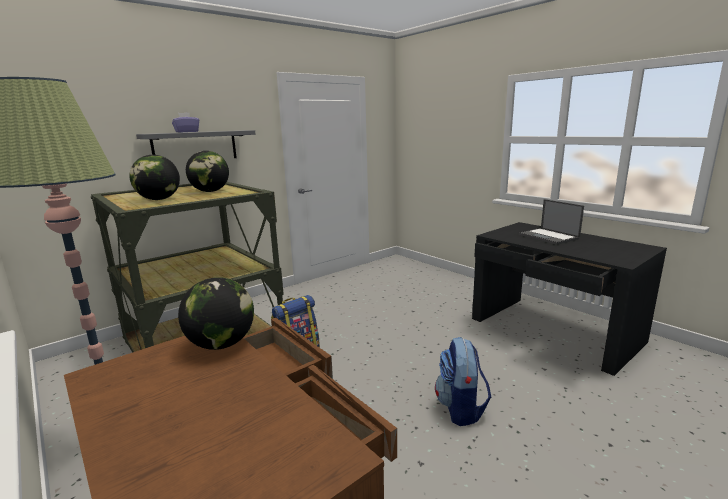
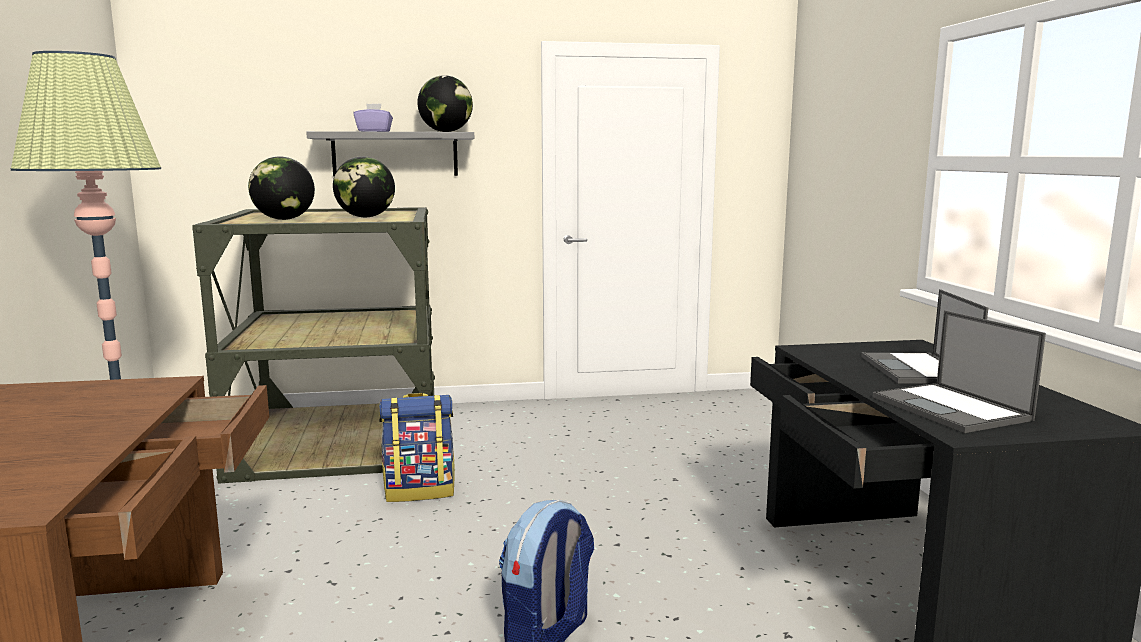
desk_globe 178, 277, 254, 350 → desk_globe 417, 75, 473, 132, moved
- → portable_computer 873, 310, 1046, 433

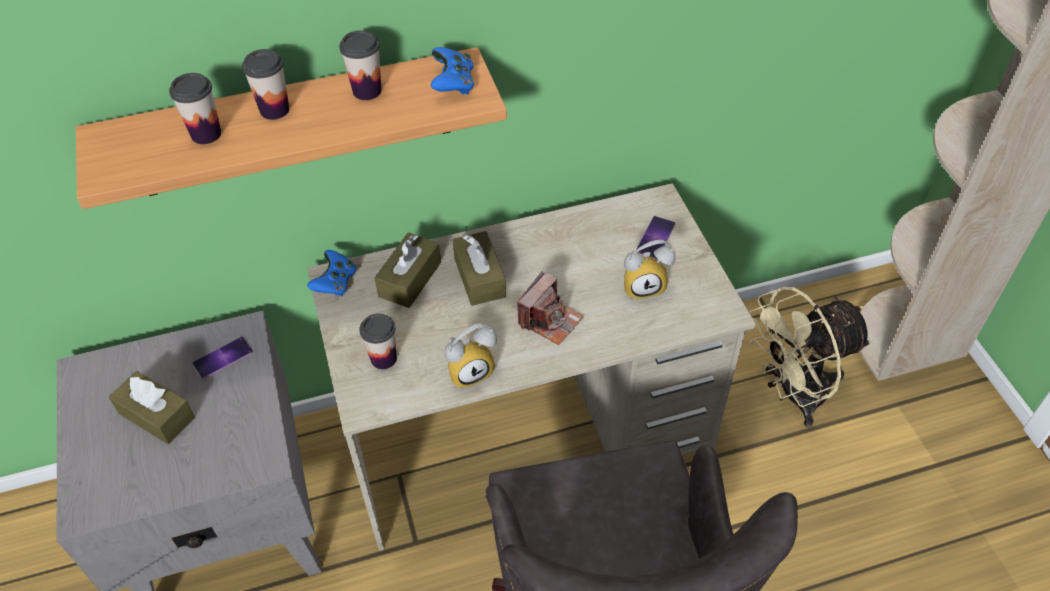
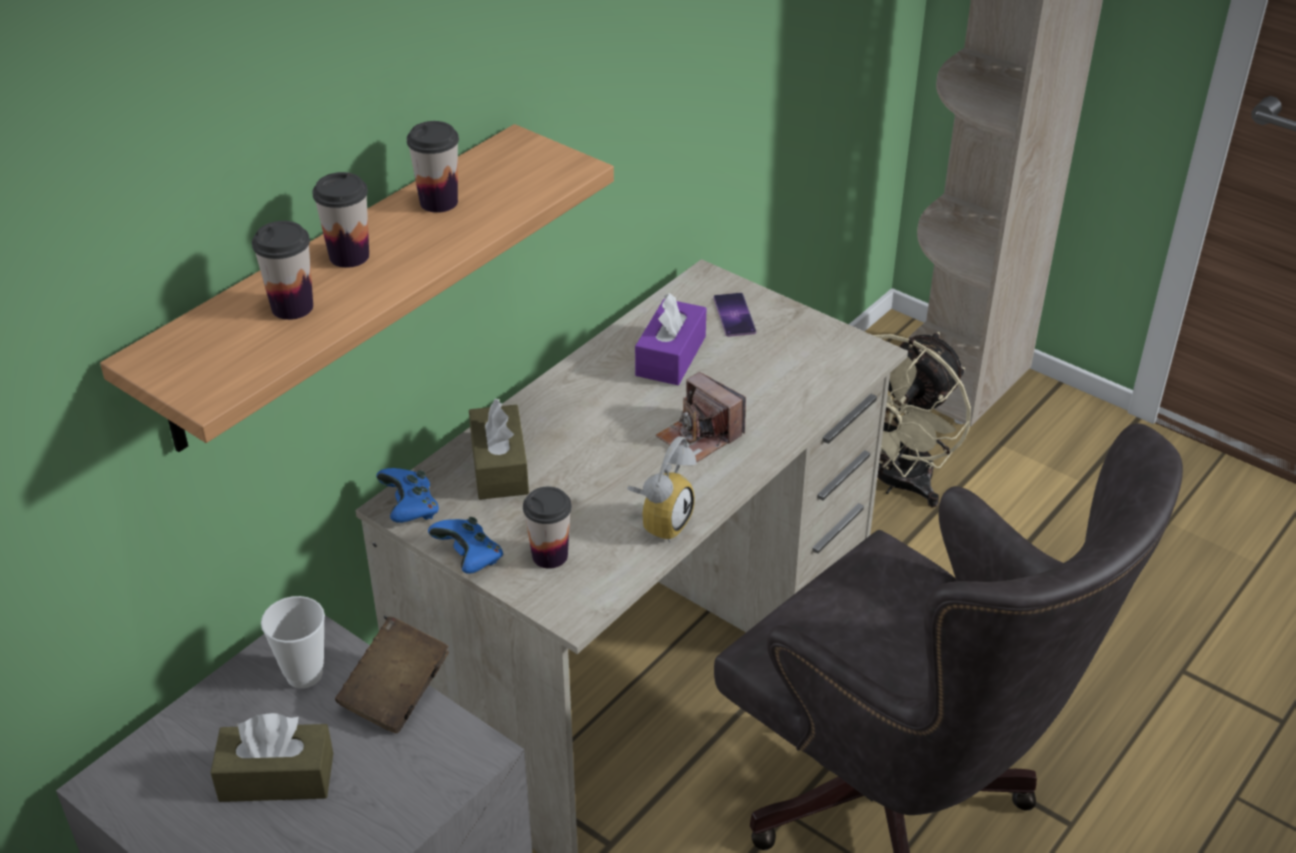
phone 193, 337, 253, 379 → cup 261, 596, 325, 689
bluish_gamepad 431, 47, 474, 95 → bluish_gamepad 428, 517, 503, 574, moved
brownish_box_of_tissues 452, 231, 506, 306 → -
still_camera 517, 271, 584, 345 → still_camera 656, 372, 746, 462, 135 degrees clockwise
alarm_clock 624, 240, 676, 300 → -
- → brownish_book 335, 617, 449, 733
- → purple_box_of_tissues 635, 293, 706, 385

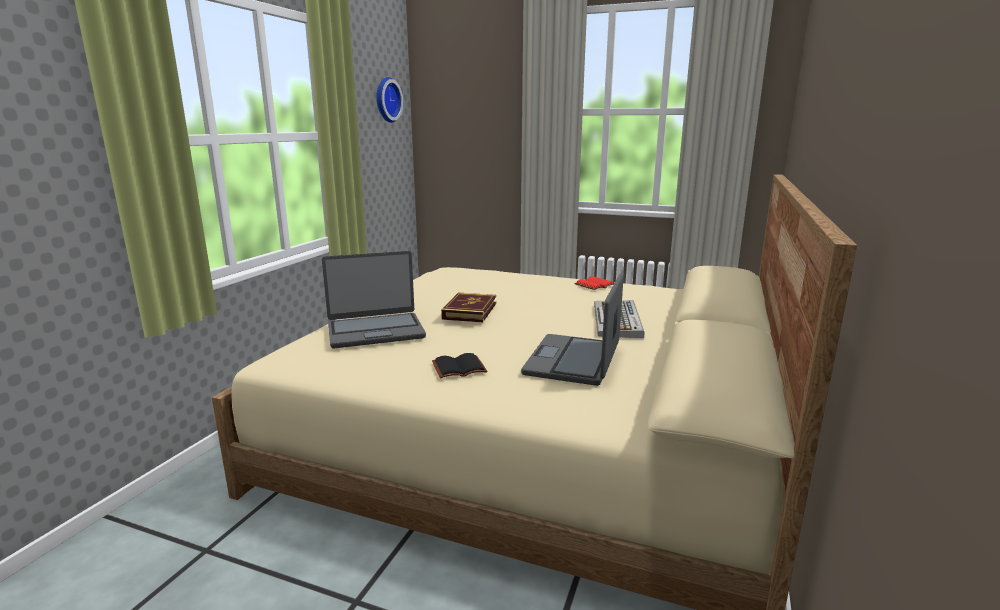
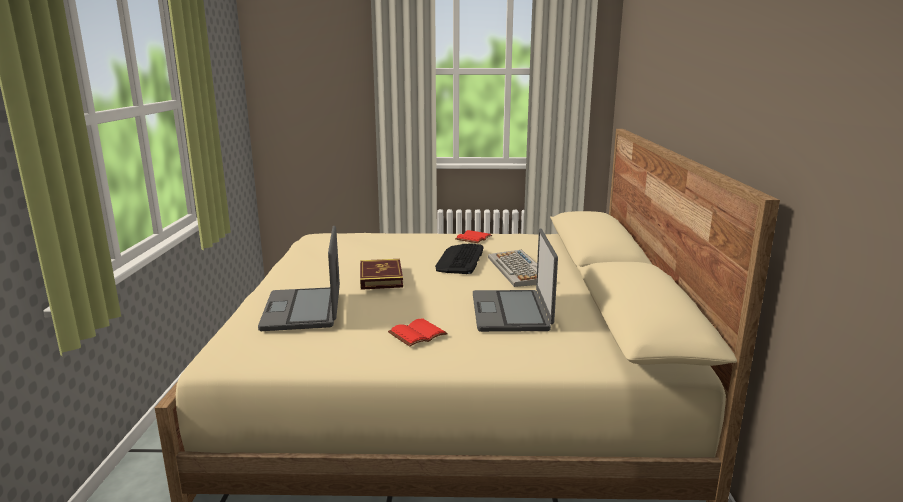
portable_computer 322, 251, 426, 349 → portable_computer 258, 226, 340, 331, 120 degrees clockwise
clock_on_the_wall 376, 77, 403, 123 → -
black-coloured_book 432, 353, 487, 378 → red_book 388, 319, 448, 346
- → computer_keyboard 435, 244, 484, 274

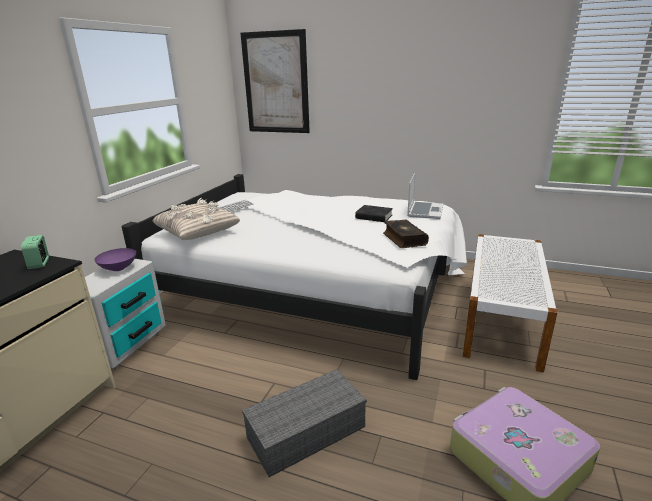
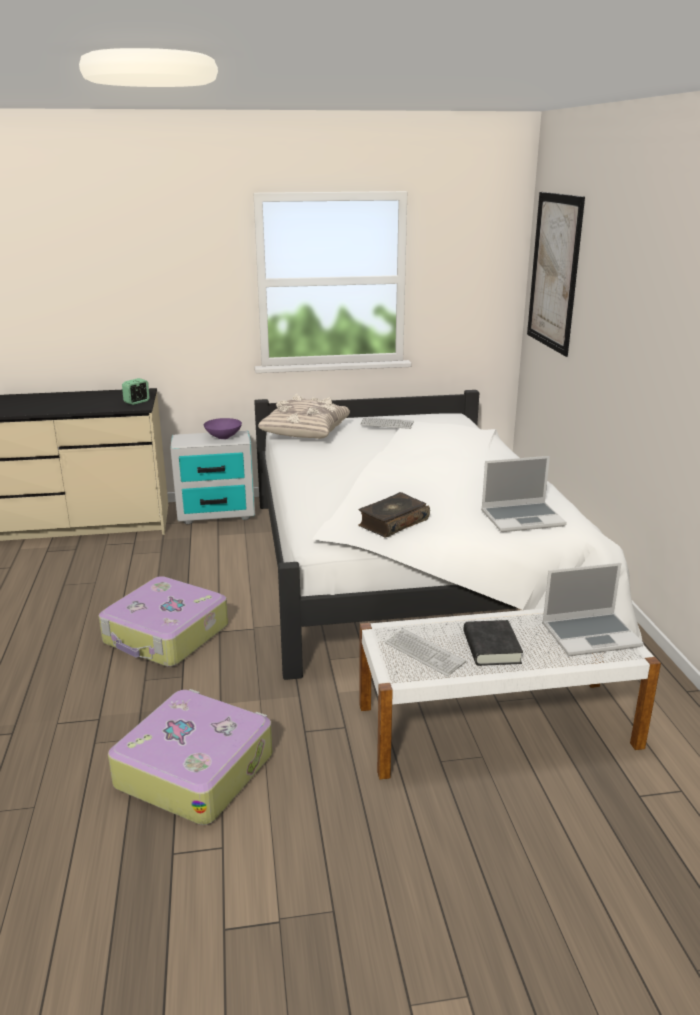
grey_storage_container 242, 369, 367, 477 → travel_case 99, 576, 228, 667
black-coloured_book 355, 205, 393, 222 → black-coloured_book 464, 620, 523, 666, moved
- → computer_keyboard 385, 629, 466, 676
- → portable_computer 542, 563, 644, 656

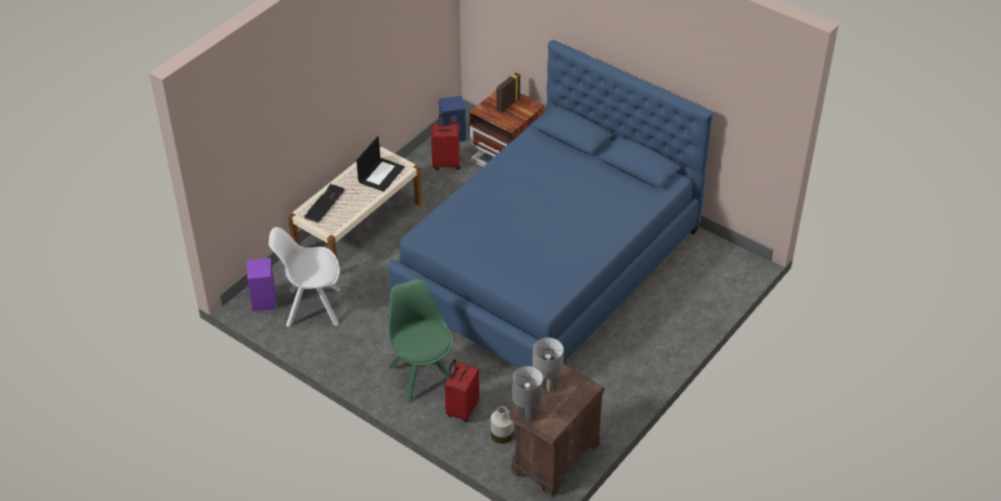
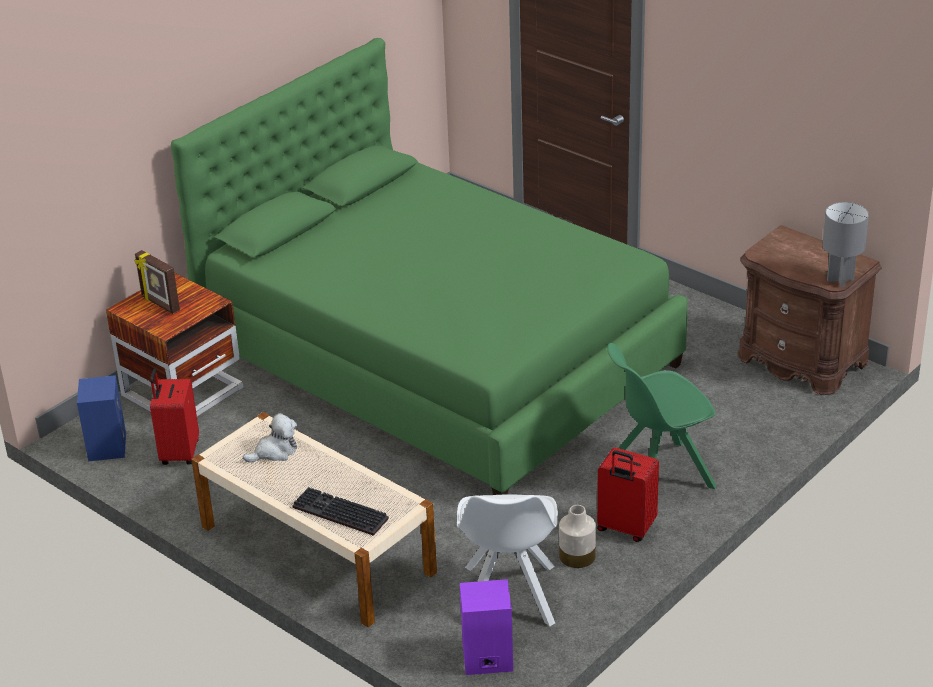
portable_computer 356, 136, 405, 192 → cuddly_toy 243, 413, 297, 463
bluish_bed 388, 40, 713, 368 → green-coloured_bed 171, 38, 688, 495
red_travel_case 445, 359, 479, 422 → red_travel_case 597, 447, 659, 542, moved
beige-coloured_decorative_vase 491, 406, 514, 444 → beige-coloured_decorative_vase 559, 505, 596, 568, moved
grey_tabletop_lamp 532, 338, 564, 394 → -

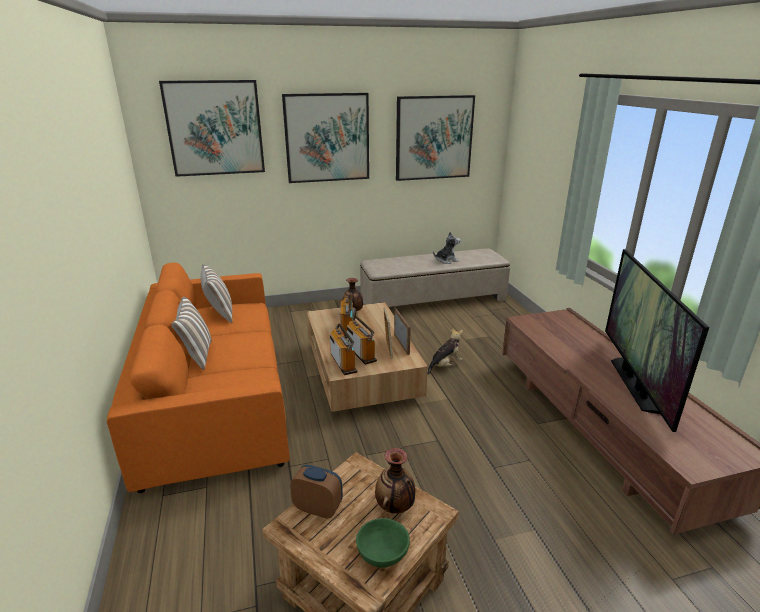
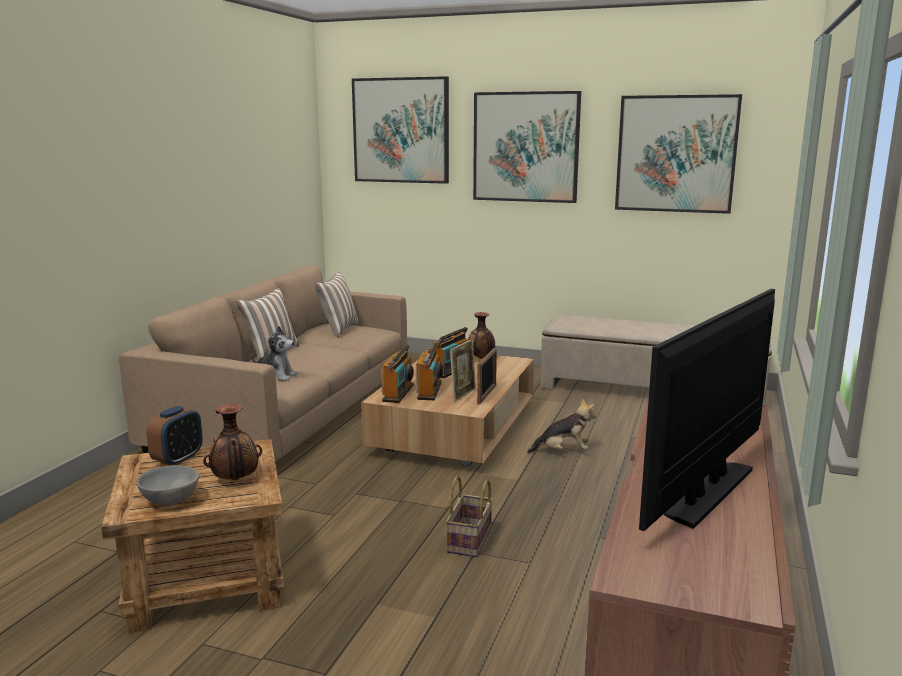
orangey_sofa 107, 263, 290, 493 → beige-coloured_sofa 119, 266, 408, 464
alarm_clock 290, 465, 343, 518 → alarm_clock 146, 406, 203, 466, 60 degrees clockwise
green-coloured_bowl 356, 518, 410, 568 → grey_bowl 136, 465, 199, 506
cuddly_toy 433, 232, 460, 264 → cuddly_toy 250, 326, 297, 381, moved
- → basket 446, 476, 493, 557

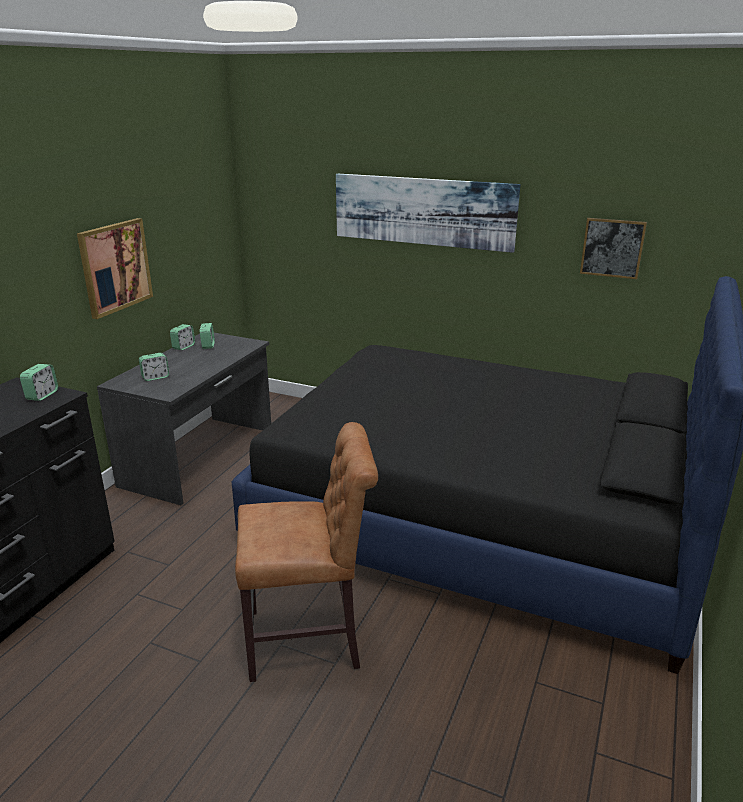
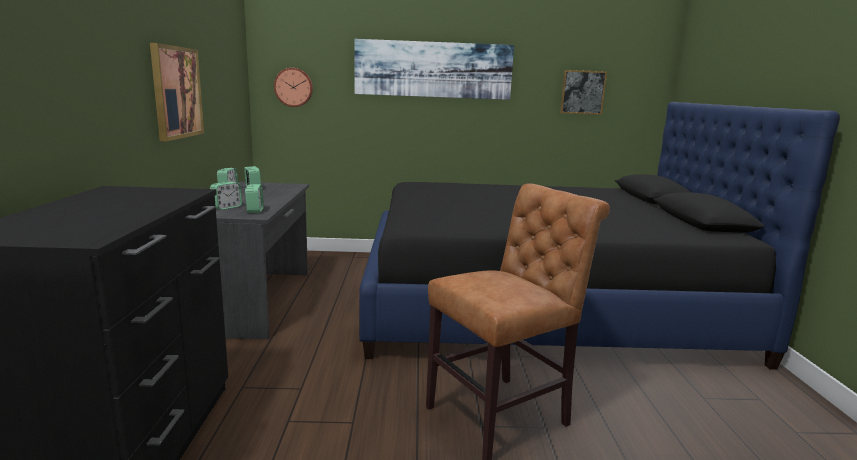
alarm_clock 20, 364, 58, 401 → alarm_clock 245, 184, 264, 213, moved
- → clock_on_the_wall 274, 68, 313, 107

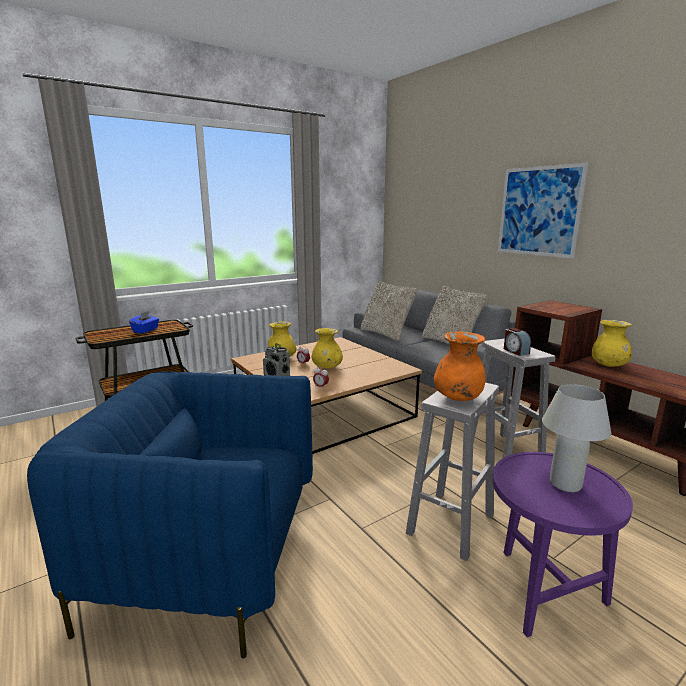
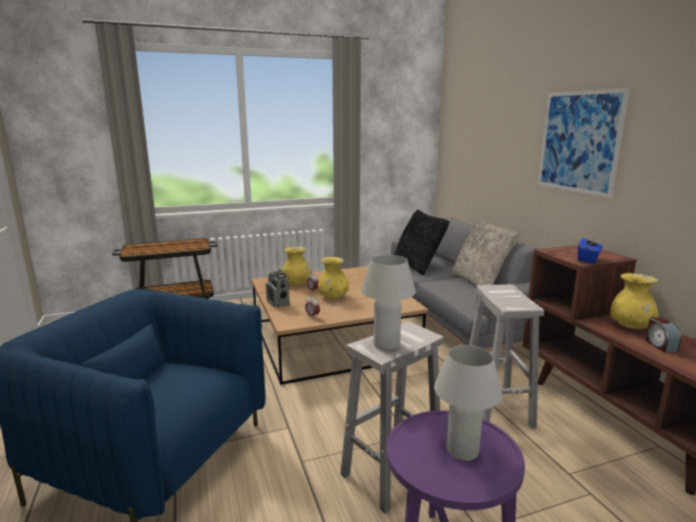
bluish_box_of_tissues 129, 311, 159, 334 → bluish_box_of_tissues 578, 236, 603, 263, moved
beige-coloured_throw_pillow 361, 281, 418, 341 → black-coloured_throw_pillow 394, 210, 450, 275
orangey_decorative_vase 434, 331, 486, 401 → white-coloured_tabletop_lamp 361, 255, 416, 350
alarm_clock 504, 328, 531, 356 → alarm_clock 645, 317, 681, 353, moved

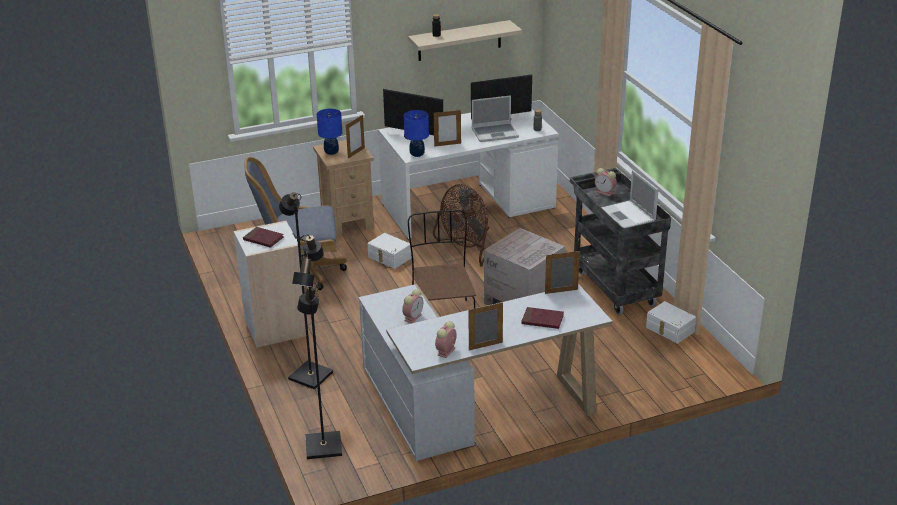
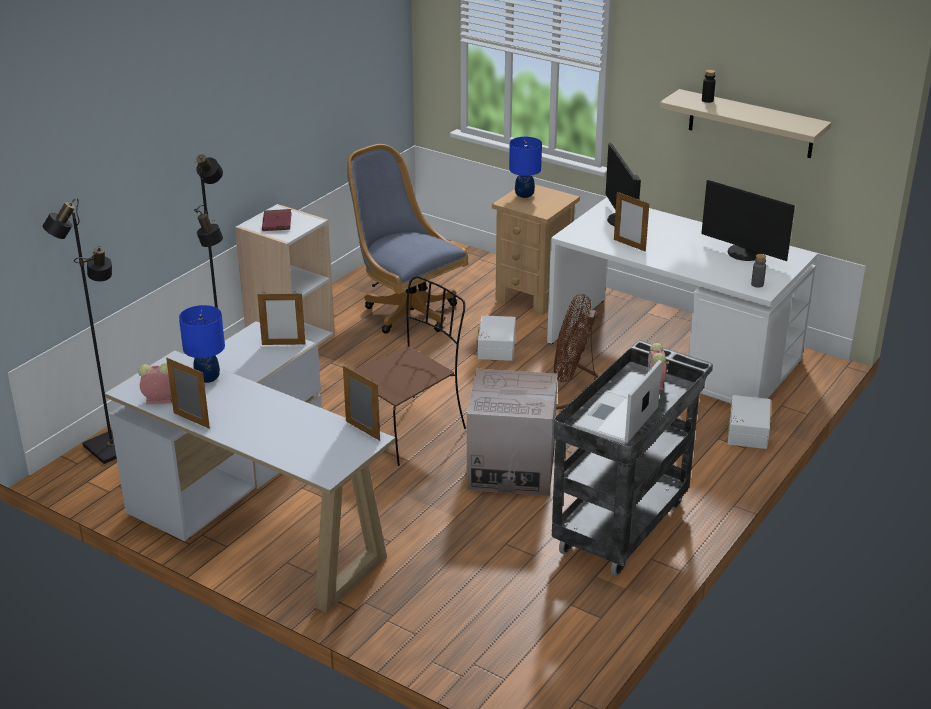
picture_frame 346, 115, 365, 158 → picture_frame 257, 292, 306, 345, moved
alarm_clock 402, 289, 423, 323 → -
bluish_tabletop_lamp 404, 110, 429, 157 → bluish_tabletop_lamp 179, 305, 225, 383, moved
portable_computer 472, 95, 519, 142 → -
red_book 521, 307, 564, 329 → -
white-coloured_storage_container 646, 301, 696, 344 → white-coloured_storage_container 726, 395, 771, 449, moved

